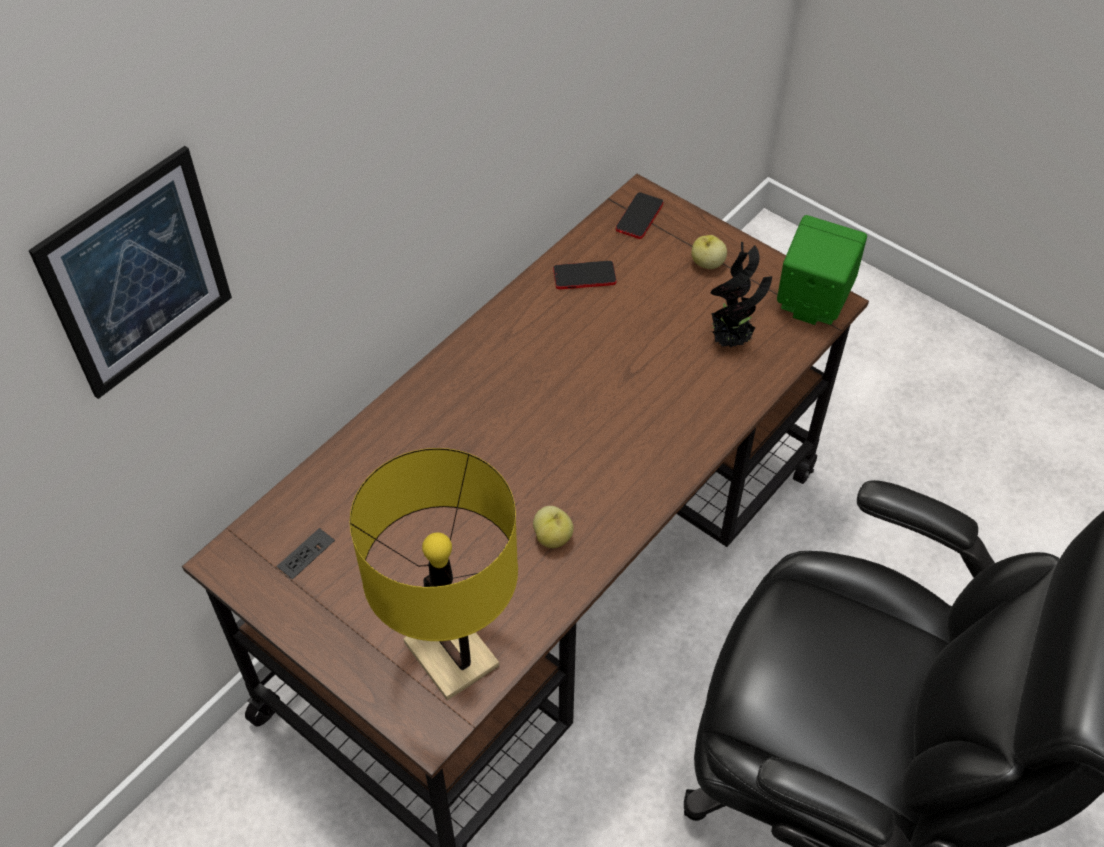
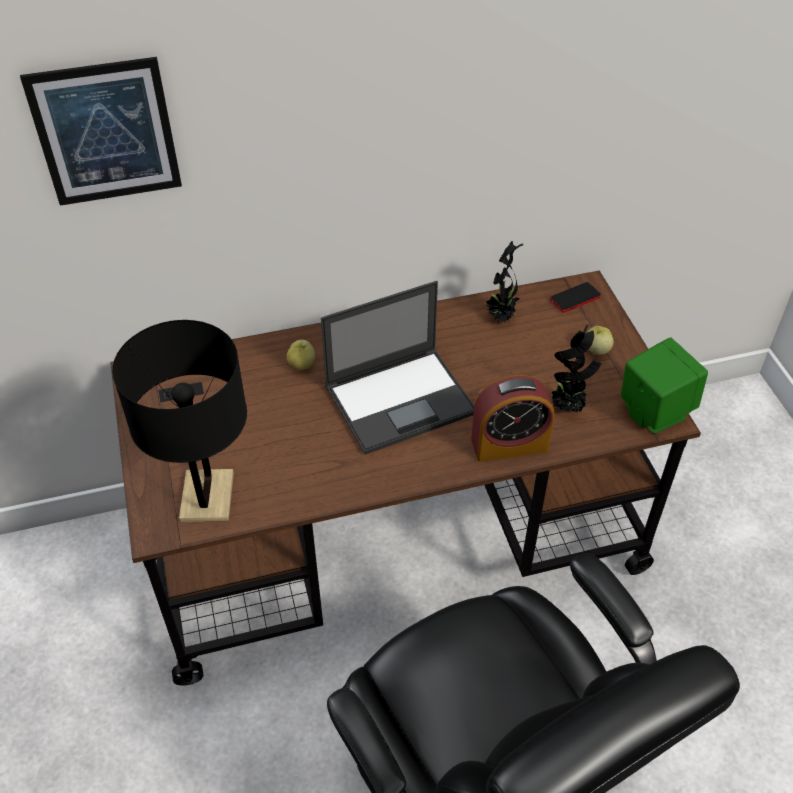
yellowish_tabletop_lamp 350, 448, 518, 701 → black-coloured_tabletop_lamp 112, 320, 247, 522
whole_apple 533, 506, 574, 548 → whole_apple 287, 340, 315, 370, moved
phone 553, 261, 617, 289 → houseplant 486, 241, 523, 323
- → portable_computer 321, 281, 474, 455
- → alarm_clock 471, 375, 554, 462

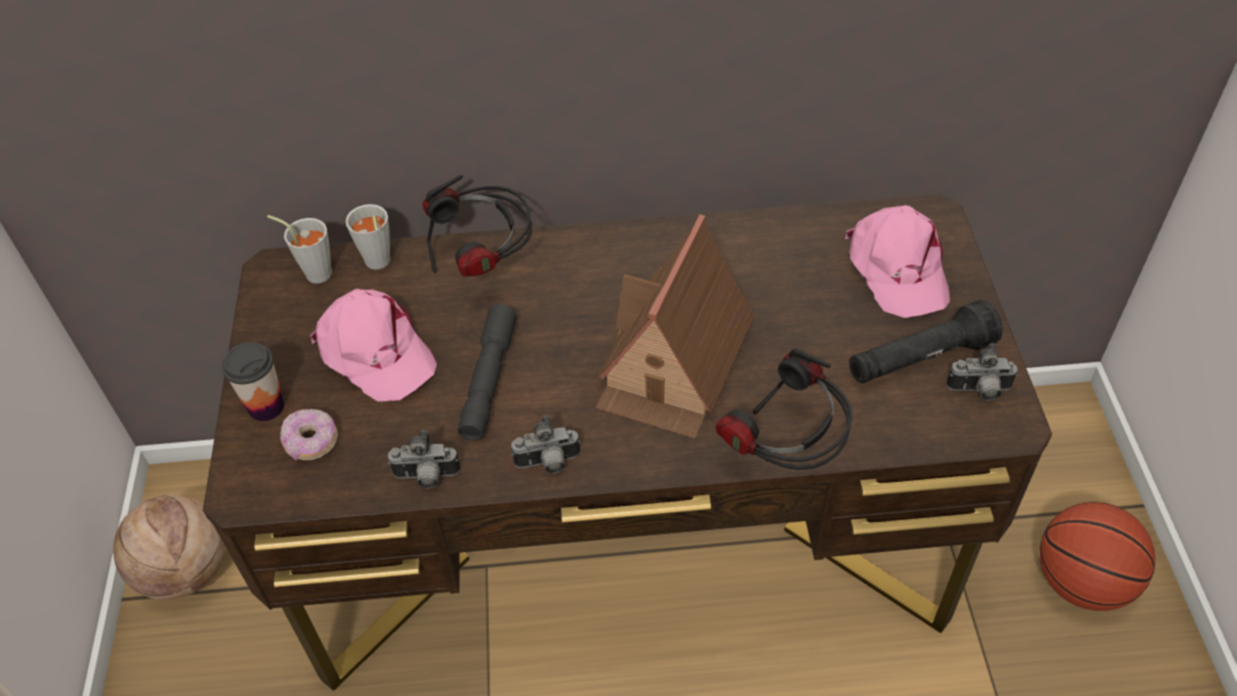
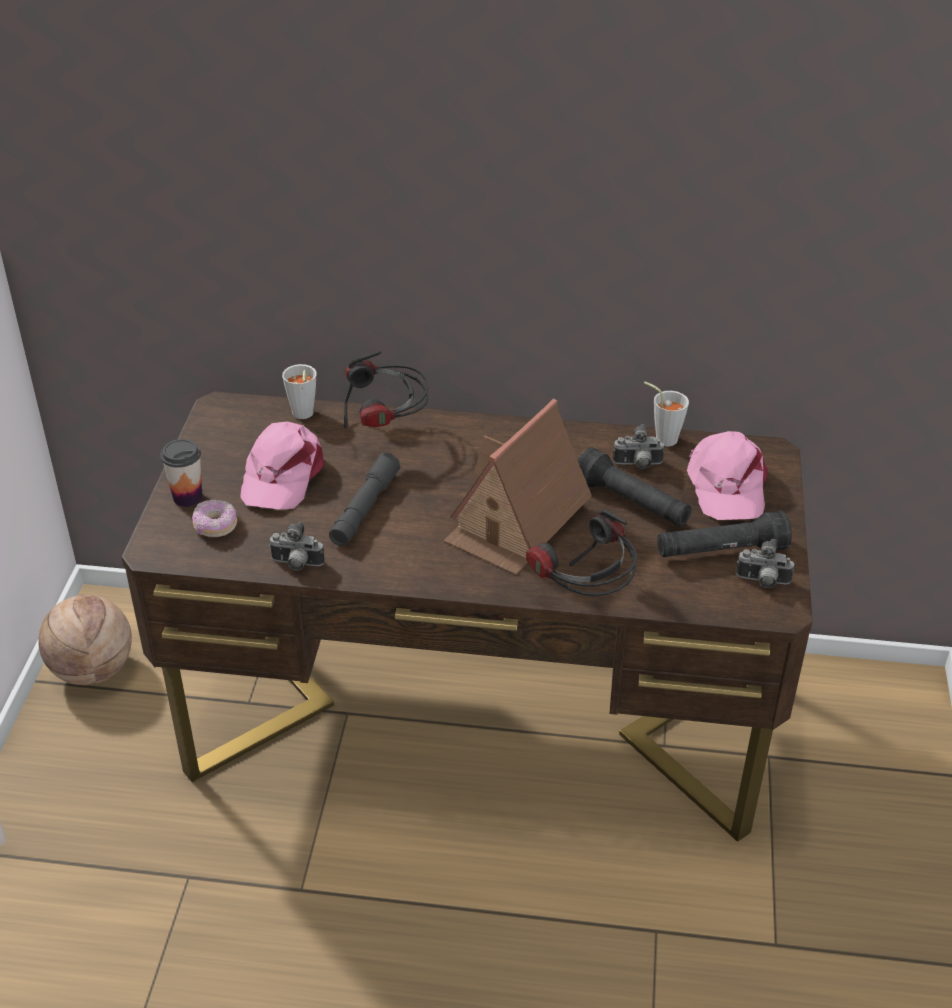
grey_cup 267, 215, 332, 283 → grey_cup 644, 382, 689, 447, moved
pink-coloured_baseball_cap 309, 289, 437, 402 → pink-coloured_baseball_cap 240, 422, 324, 510, 45 degrees clockwise
still_camera 511, 416, 580, 473 → still_camera 613, 424, 665, 469, moved
basketball 1040, 502, 1155, 611 → -
- → black-coloured_flashlight 578, 447, 691, 527

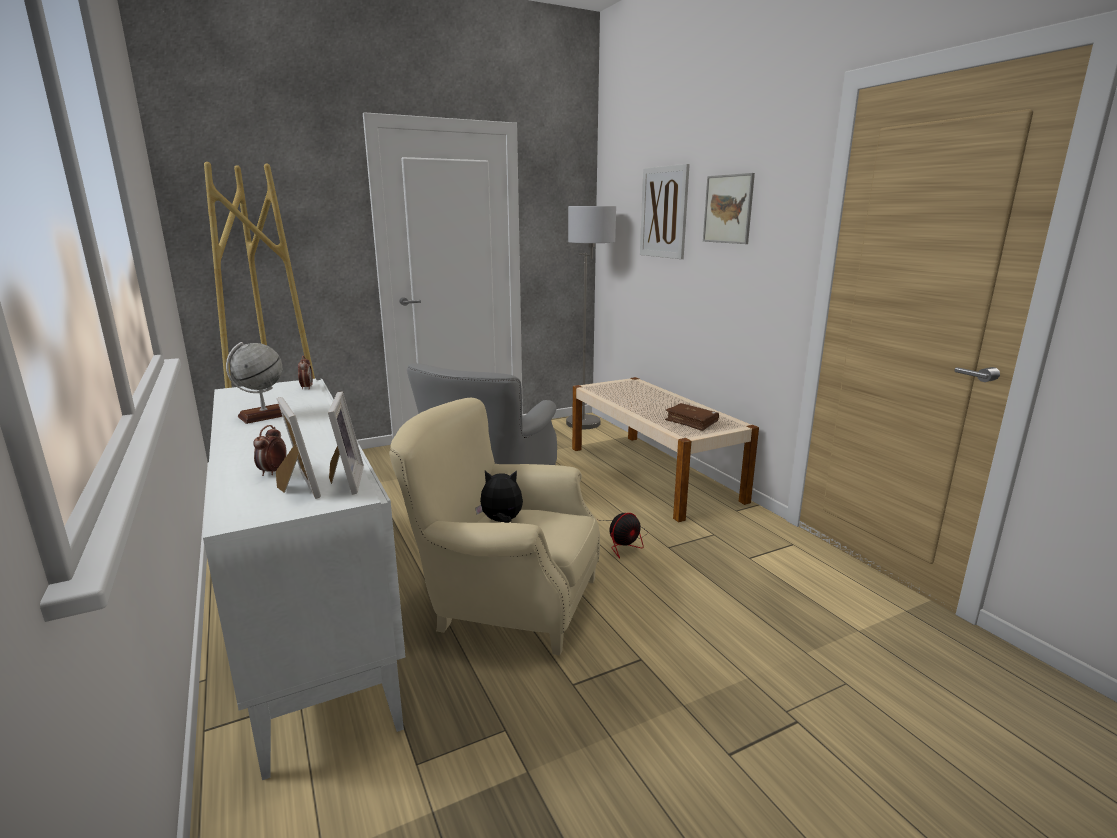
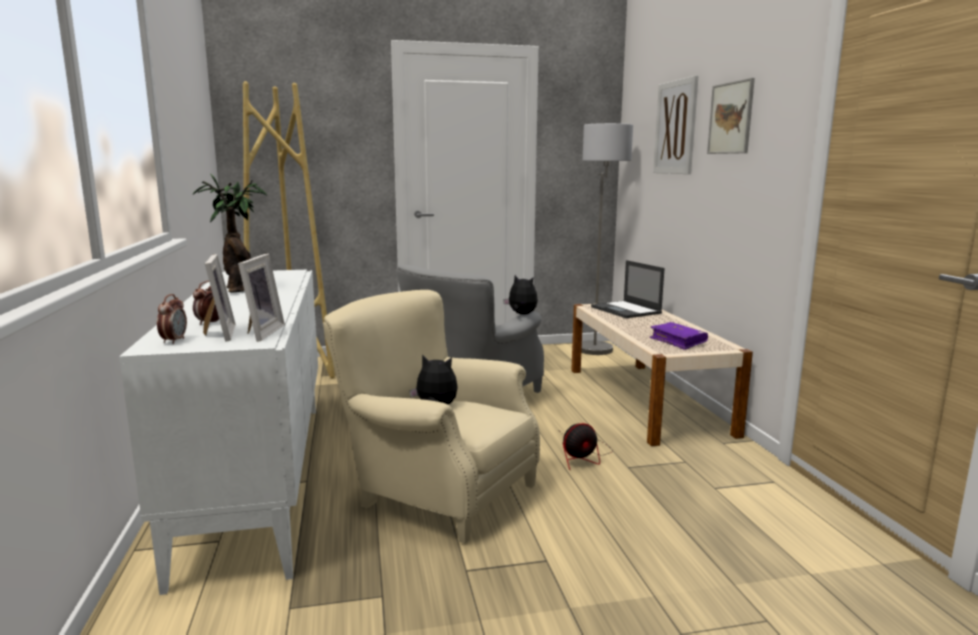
desk_globe 226, 342, 282, 424 → houseplant 193, 173, 267, 293
alarm_clock 298, 355, 313, 390 → alarm_clock 157, 294, 187, 344, moved
brownish_book 665, 403, 719, 431 → purple_book 650, 322, 708, 350
- → cuddly_toy 503, 275, 538, 314
- → portable_computer 591, 260, 664, 318

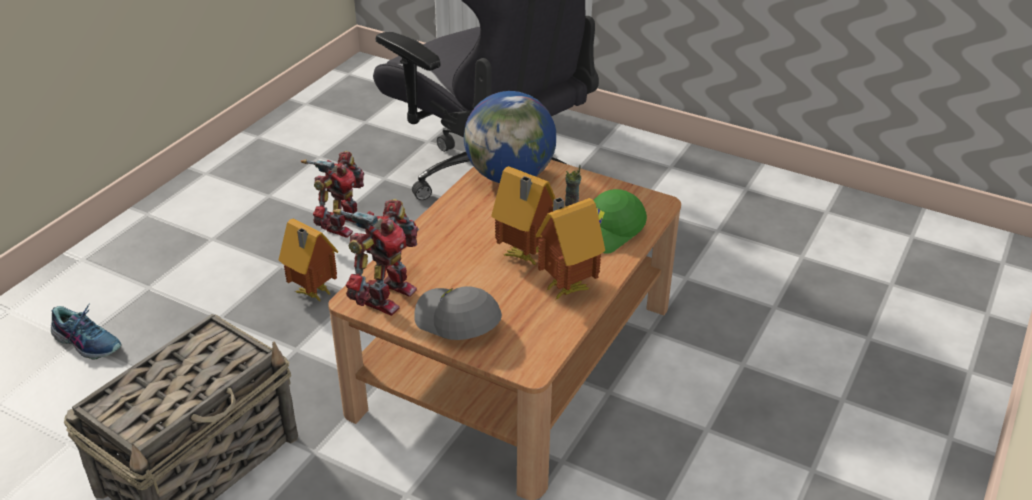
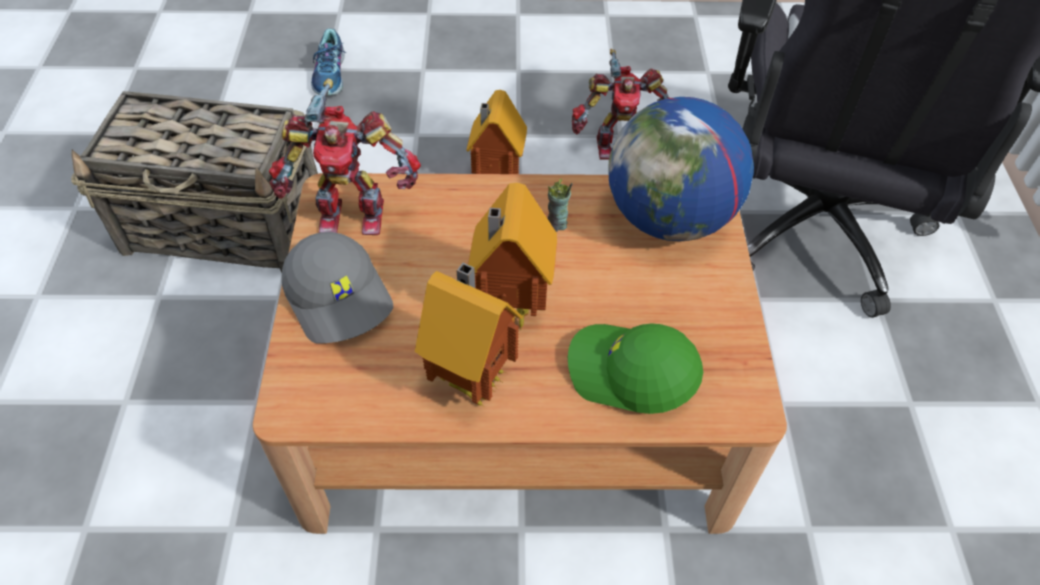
grey_baseball_cap 414, 286, 502, 340 → grey_baseball_cap 282, 232, 393, 344, 135 degrees clockwise
cup 565, 165, 581, 206 → cup 548, 178, 573, 232, moved

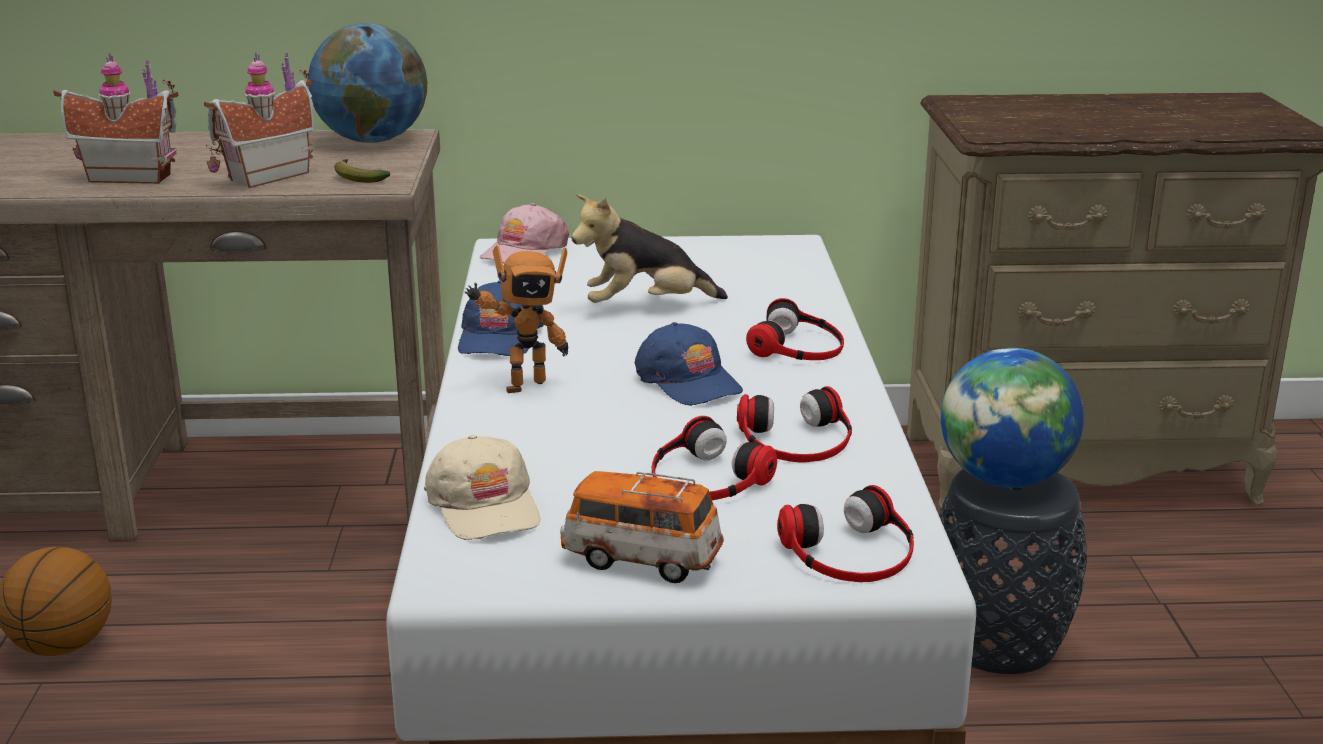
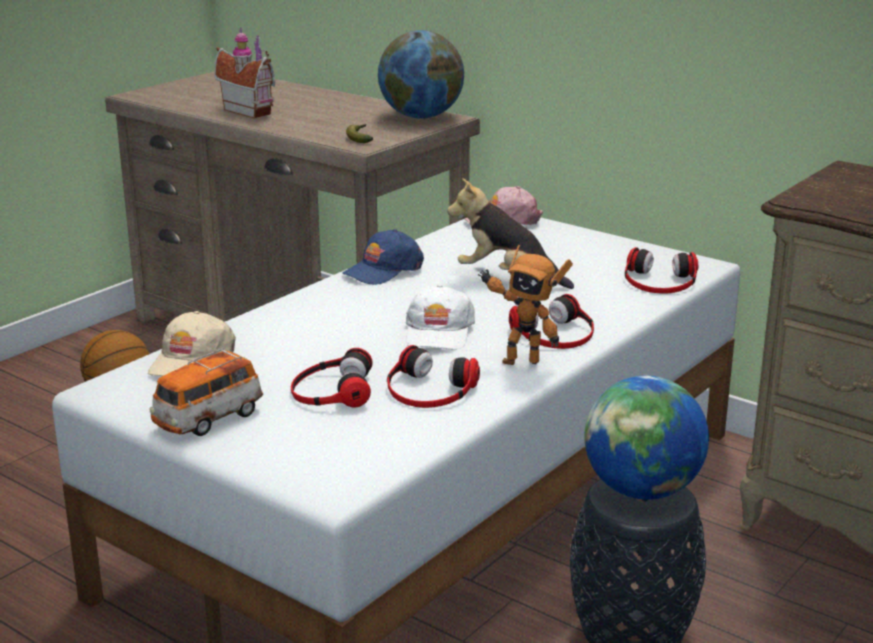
toy_house 204, 53, 314, 188 → -
model_robot 464, 246, 568, 393 → model_robot 478, 245, 573, 365, moved
model_car 560, 471, 724, 583 → model_car 150, 348, 263, 436, 105 degrees counterclockwise
bluish_baseball_cap 635, 322, 743, 406 → white-coloured_baseball_cap 406, 285, 475, 350
headphones 777, 485, 914, 582 → headphones 625, 247, 698, 294, moved

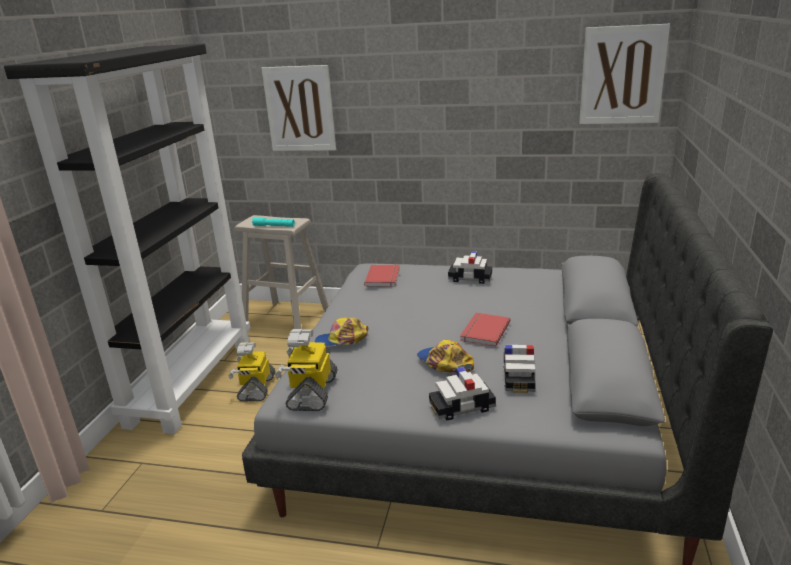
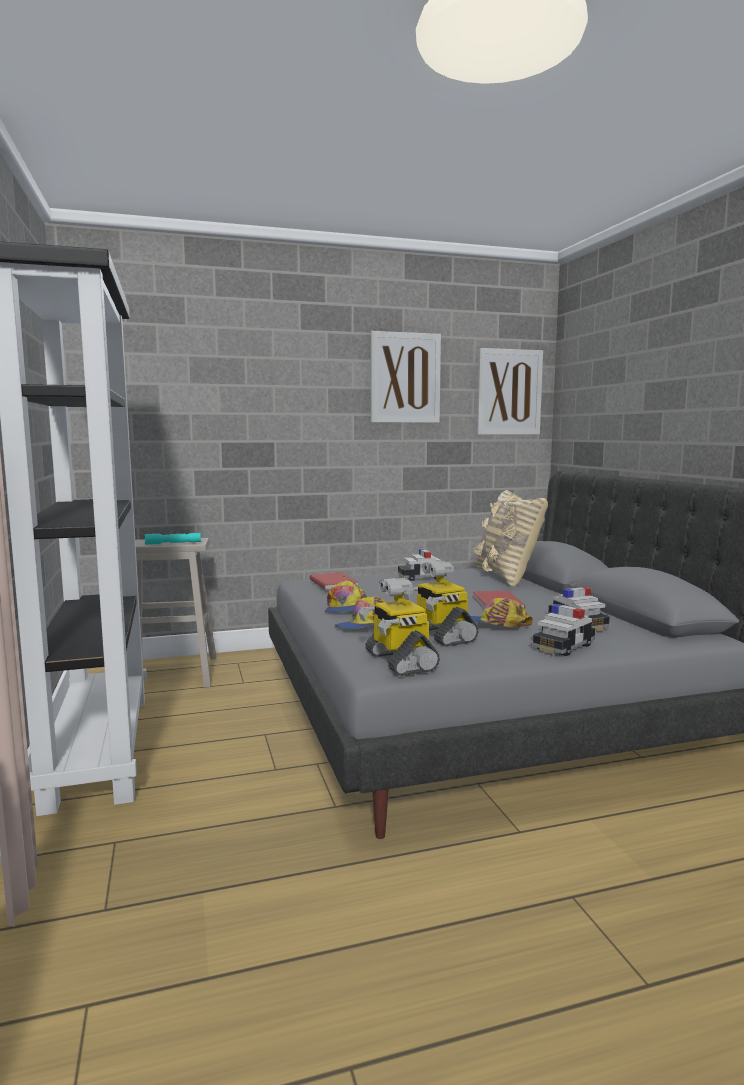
model_robot 229, 342, 275, 402 → model_robot 403, 561, 478, 647, moved
wall_picture 261, 65, 336, 151 → wall_picture 371, 331, 441, 423, moved
- → baseball_cap 325, 580, 367, 613
- → beige-coloured_throw_pillow 473, 490, 548, 587

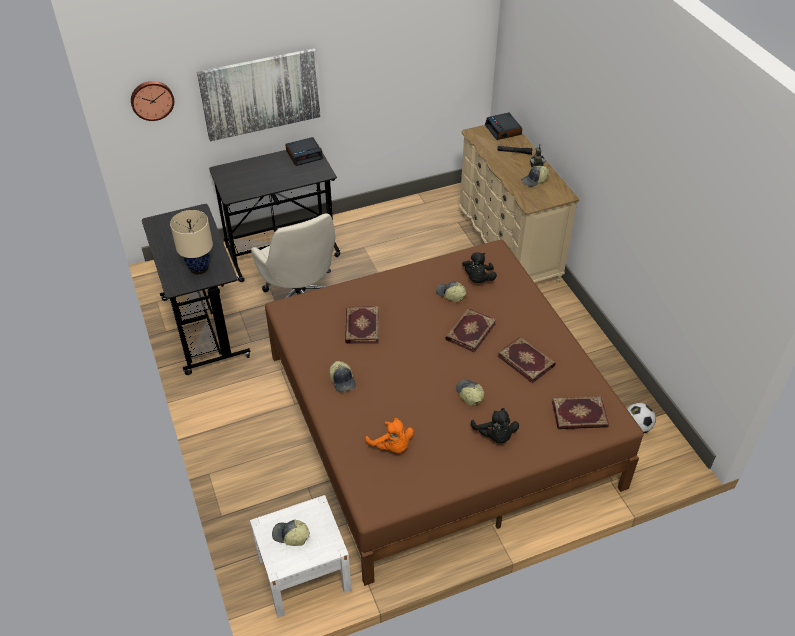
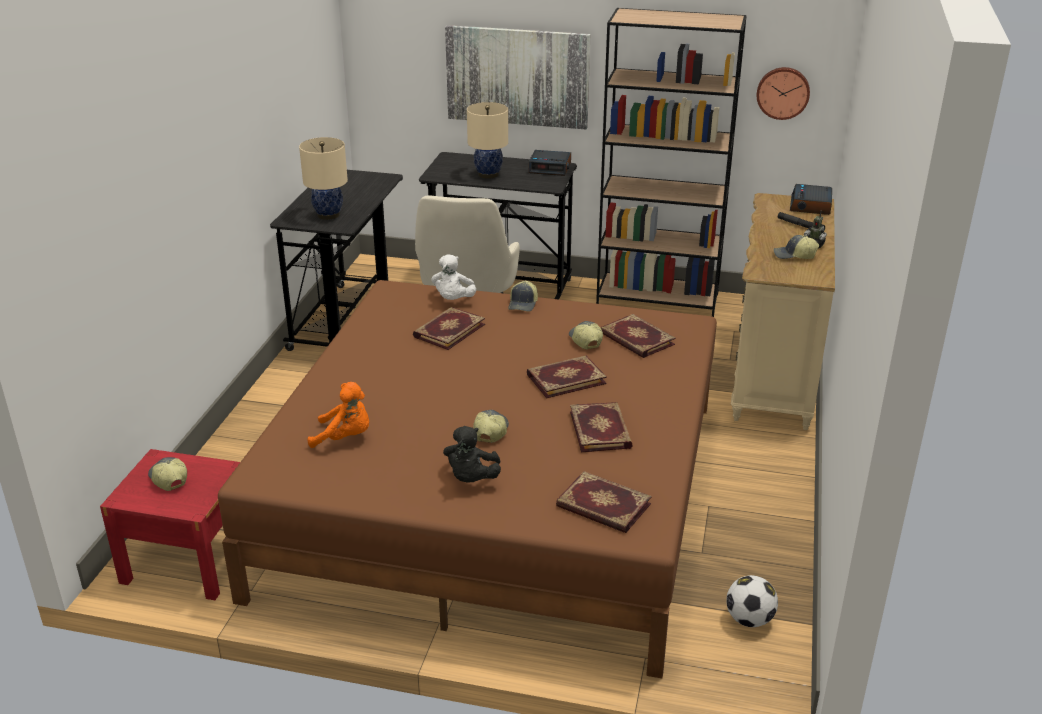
clock_on_the_wall 131, 81, 174, 121 → clock_on_the_wall 757, 67, 810, 120, moved
white-coloured_nightstand 250, 495, 352, 617 → red_nightstand 100, 449, 240, 600
baseball_cap 329, 361, 356, 393 → baseball_cap 508, 281, 538, 312, moved
orangey_cuddly_toy 365, 418, 414, 453 → orangey_cuddly_toy 307, 382, 369, 448, 75 degrees counterclockwise
black-coloured_cuddly_toy 462, 252, 497, 283 → book 601, 314, 676, 358
- → white-coloured_cuddly_toy 431, 254, 476, 300
- → beige-coloured_tabletop_lamp 467, 102, 508, 179
- → beige-coloured_bookcase 596, 8, 747, 317

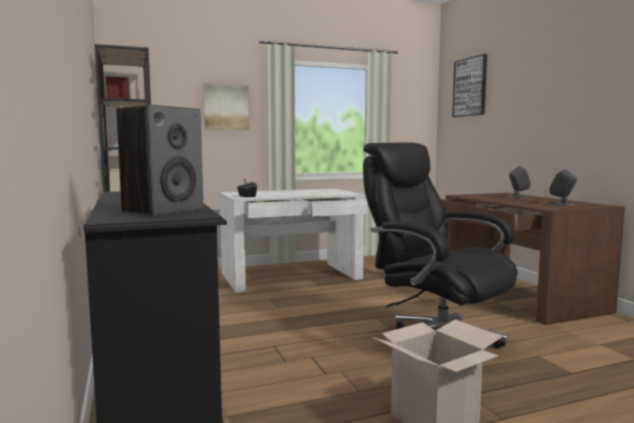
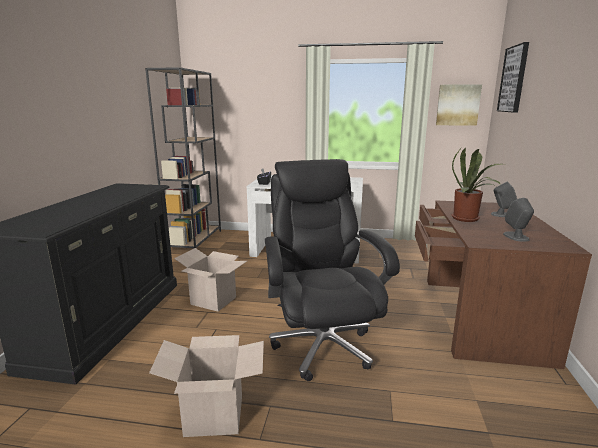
loudspeaker 116, 104, 203, 217 → -
wall_picture 203, 83, 249, 130 → wall_picture 436, 84, 482, 126, moved
- → cardboard_box 174, 248, 247, 312
- → houseplant 452, 148, 502, 222

